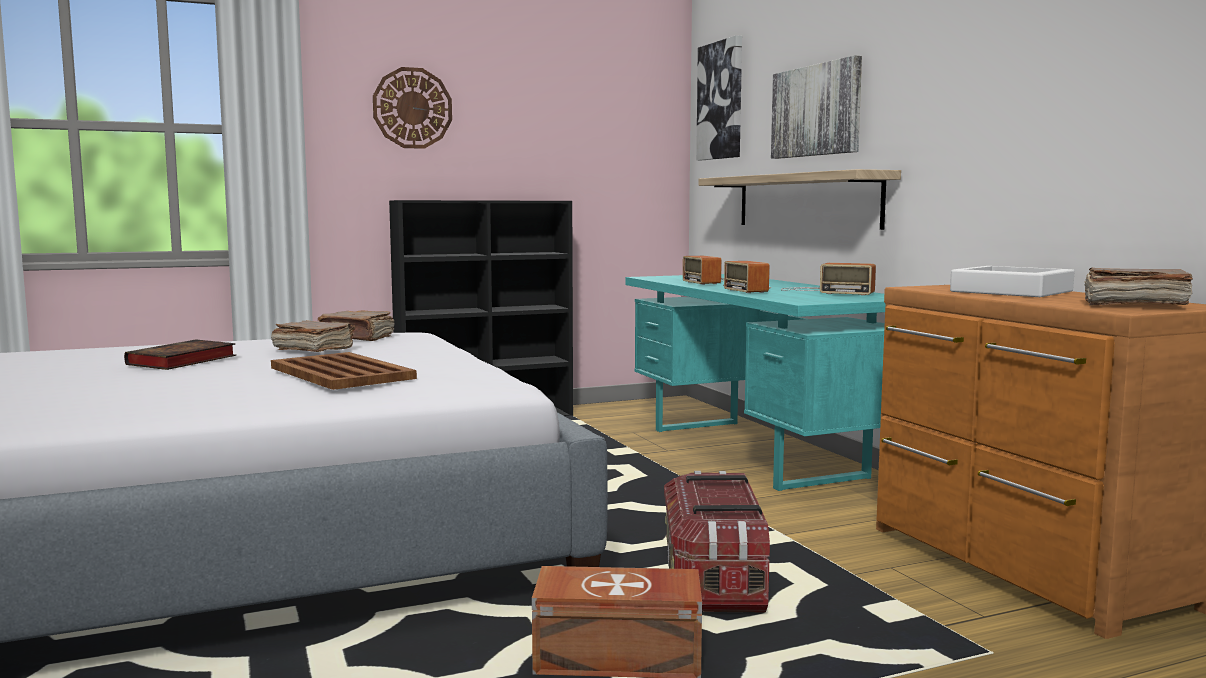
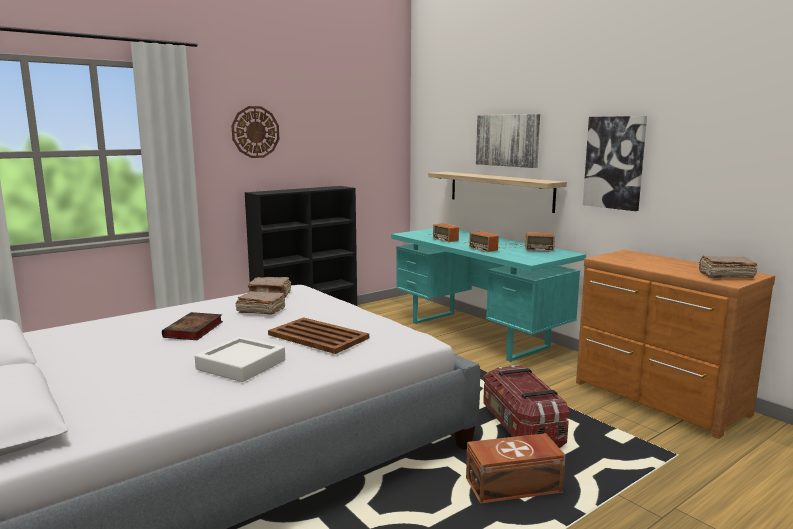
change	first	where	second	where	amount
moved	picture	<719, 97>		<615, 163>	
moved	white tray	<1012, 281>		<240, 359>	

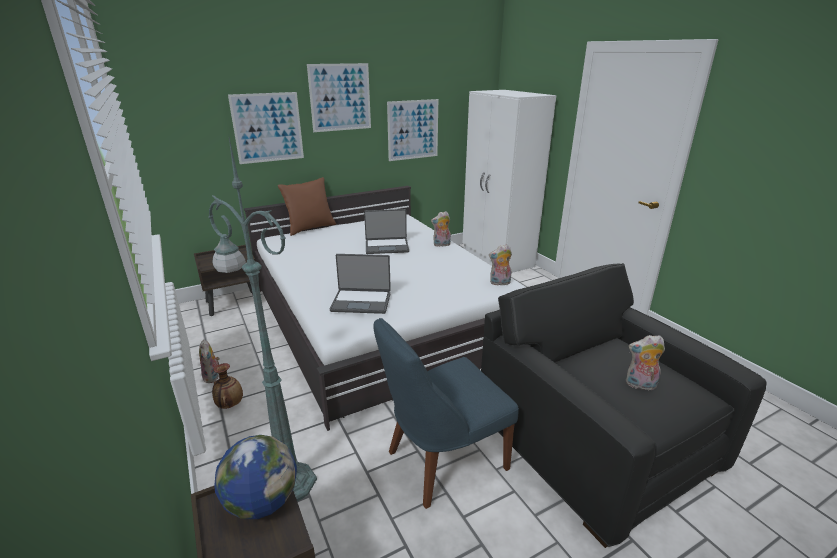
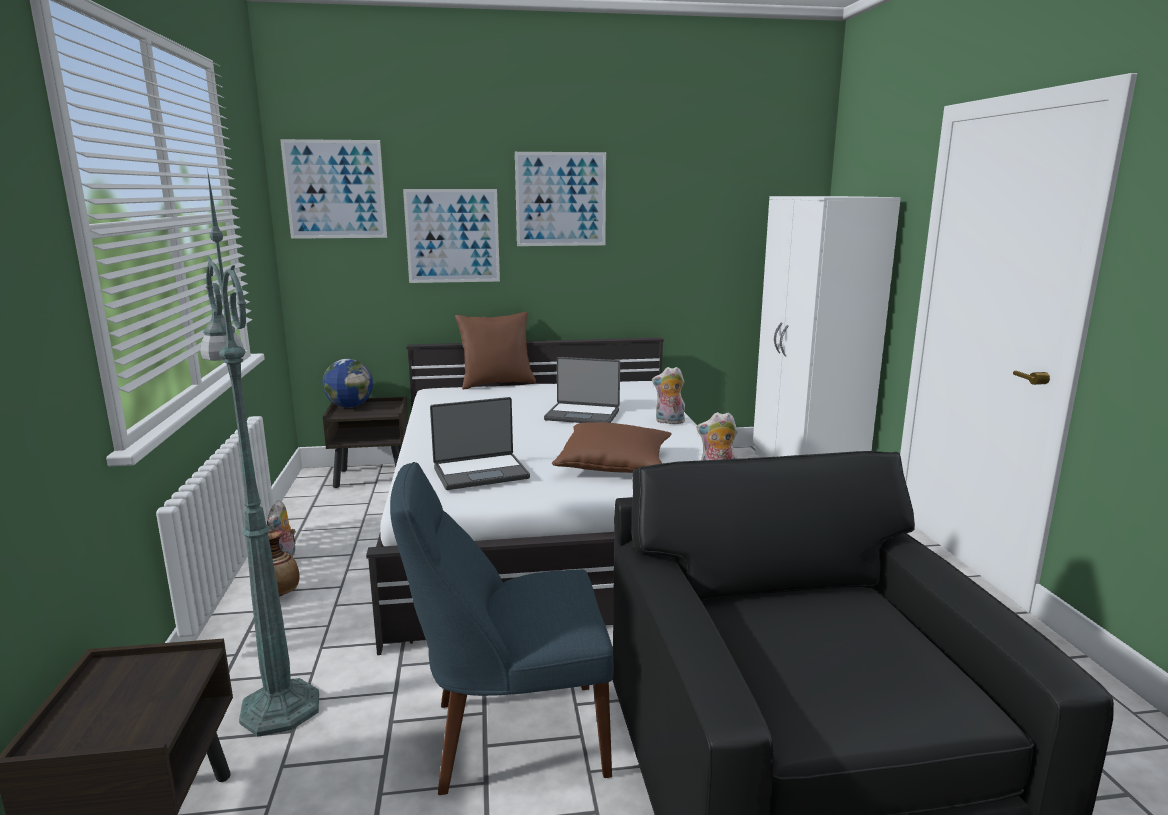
change	first	where	second	where	amount
removed	soft toy	<645, 362>			
added			brown-coloured throw pillow	<612, 447>	
moved	world globe	<255, 477>		<348, 383>	
moved	picture	<412, 130>		<333, 189>	
turned	laptop	<360, 284>		<480, 443>	45 degrees counterclockwise

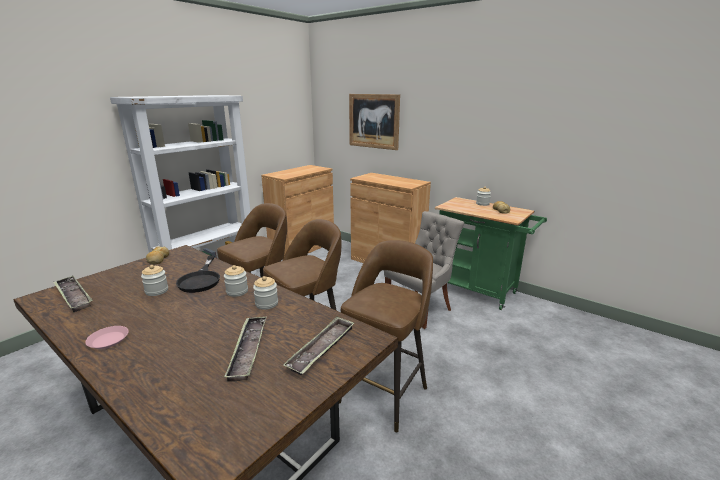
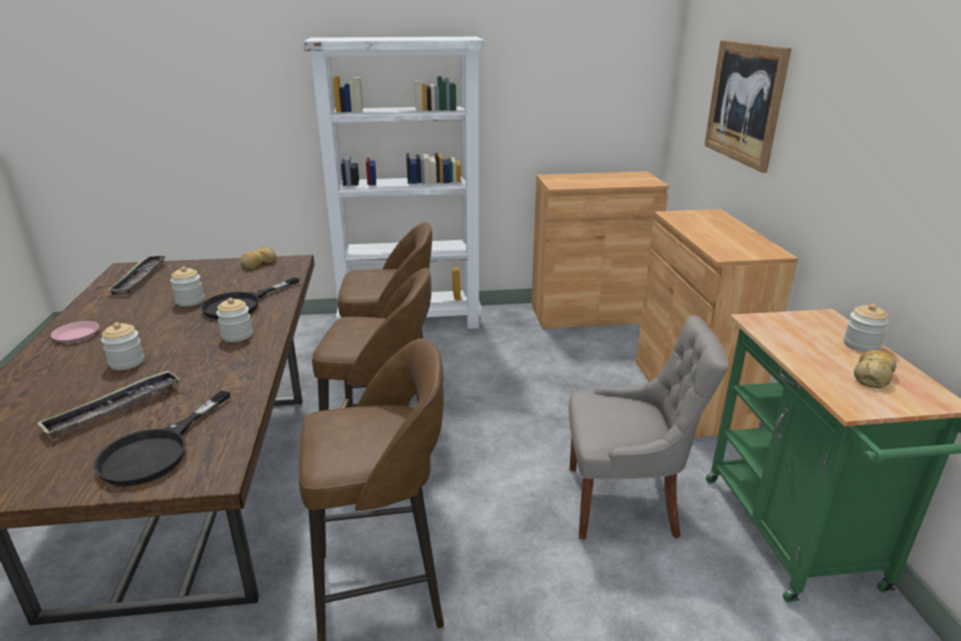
change	first	where	second	where	amount
moved	jar	<265, 293>		<122, 346>	
replaced	tray	<318, 345>	black-coloured skillet	<162, 438>	

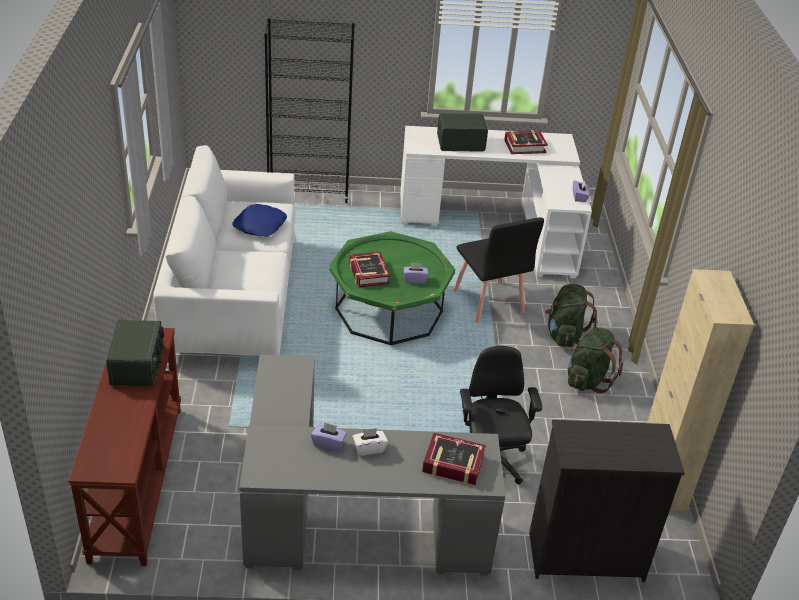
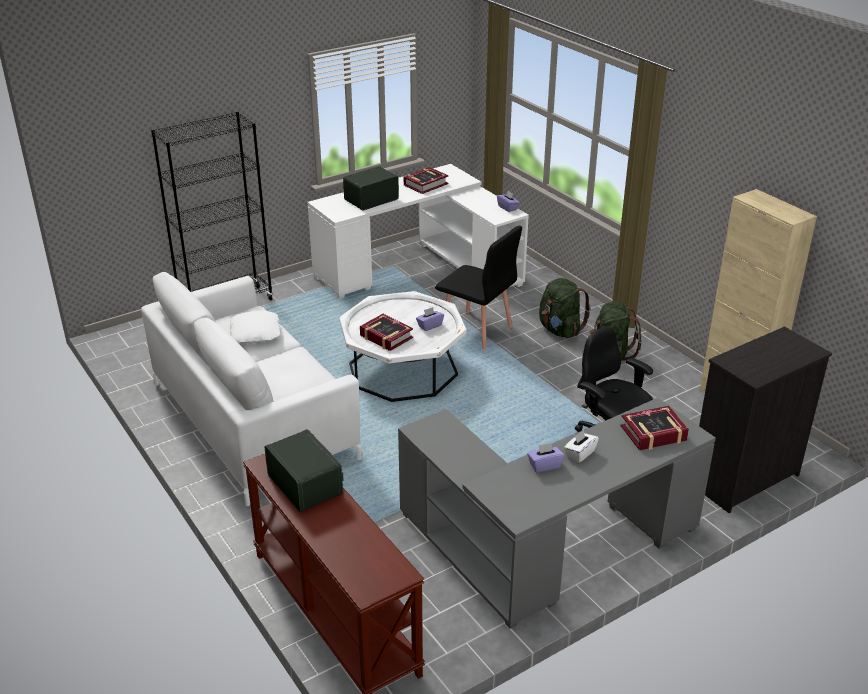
change	first	where	second	where	amount
recoloured	blue throw pillow	<259, 220>	white throw pillow	<255, 326>	
recoloured	green-coloured low table	<392, 288>	white low table	<403, 346>	

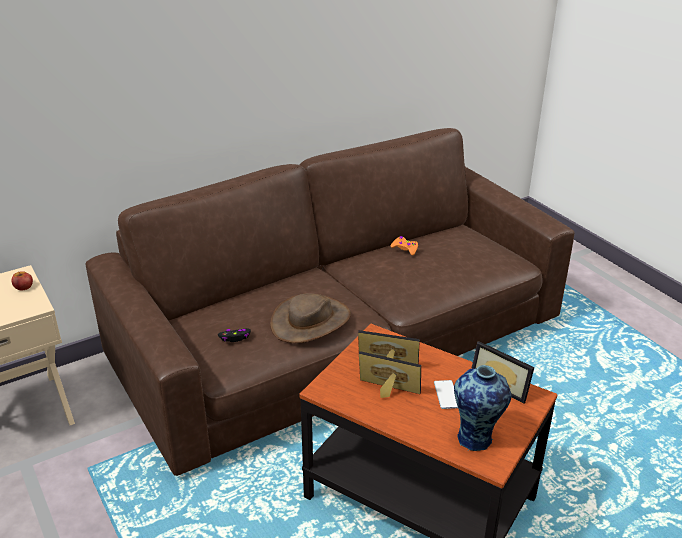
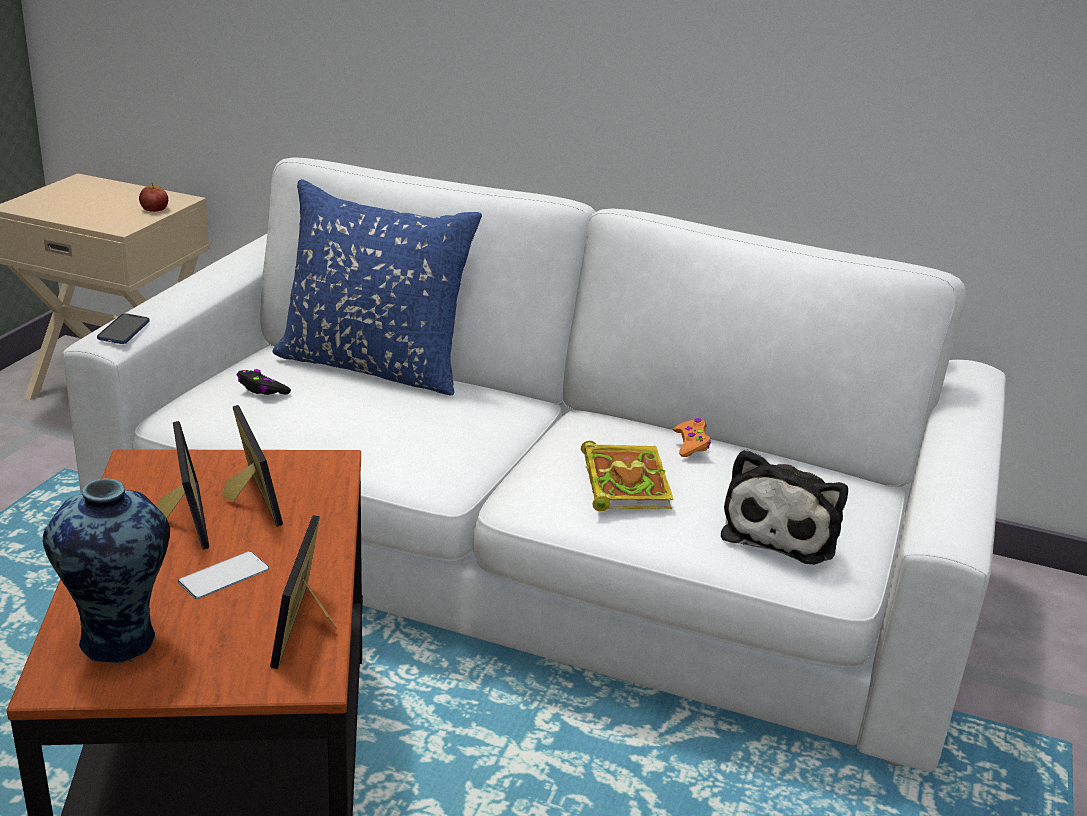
change	first	where	second	where	amount
removed	brown-coloured hat	<310, 318>			
added			handset	<123, 328>	
added			blue throw pillow	<377, 287>	
added			bound book	<627, 476>	
added			soft toy	<784, 506>	
recoloured	brown-coloured settee	<330, 302>	white settee	<534, 464>	

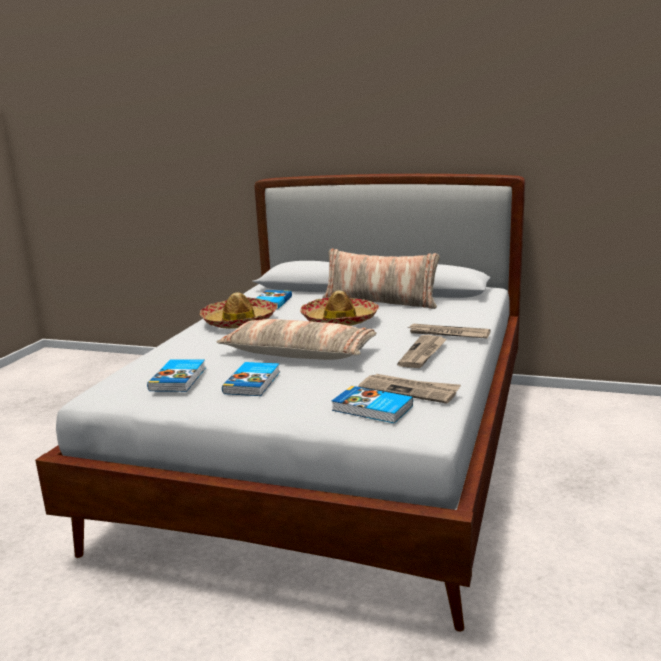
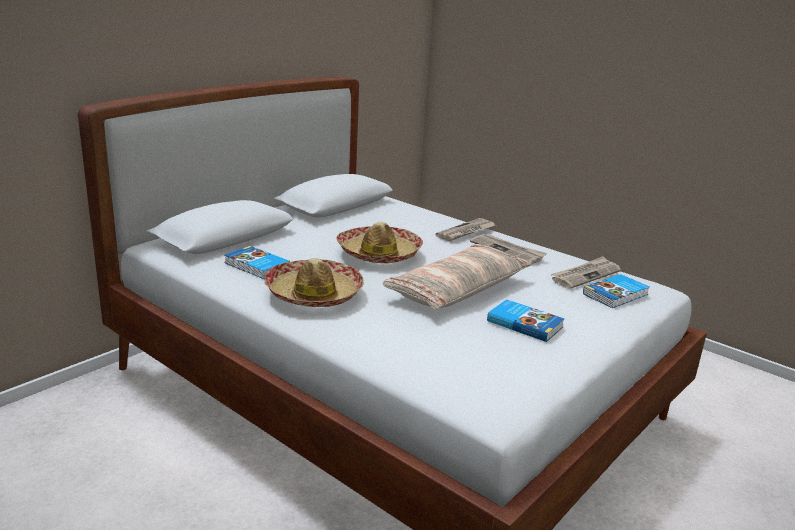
change	first	where	second	where	amount
removed	bound book	<176, 375>			
removed	throw pillow	<381, 278>			

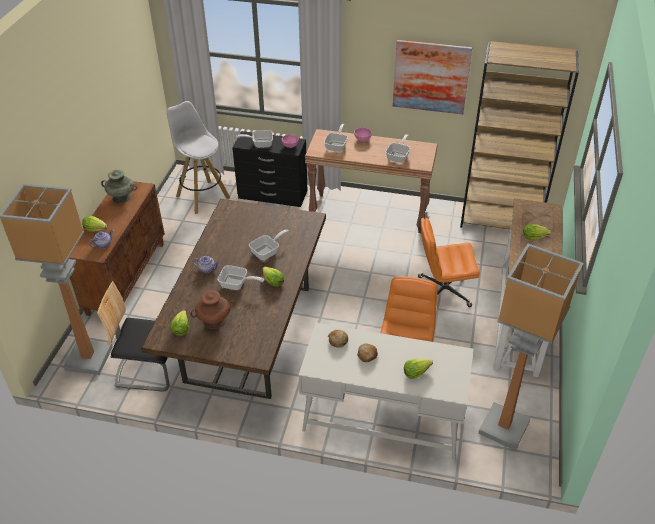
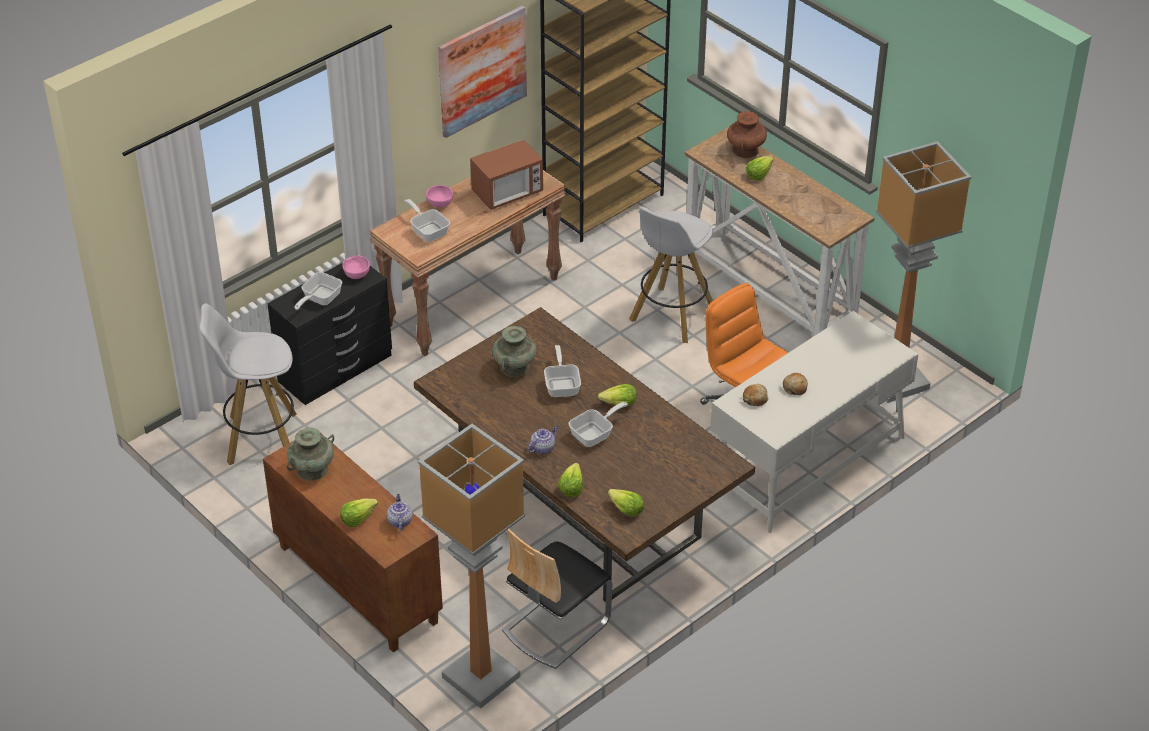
change	first	where	second	where	amount
added			blue-green vase	<514, 351>	
moved	brown-coloured vase	<212, 310>		<747, 134>	
moved	lettuce head	<418, 368>		<570, 480>	
replaced	skillet	<398, 148>	microwave oven	<506, 174>	
replaced	orange-coloured desk chair	<448, 262>	white stool	<671, 275>	

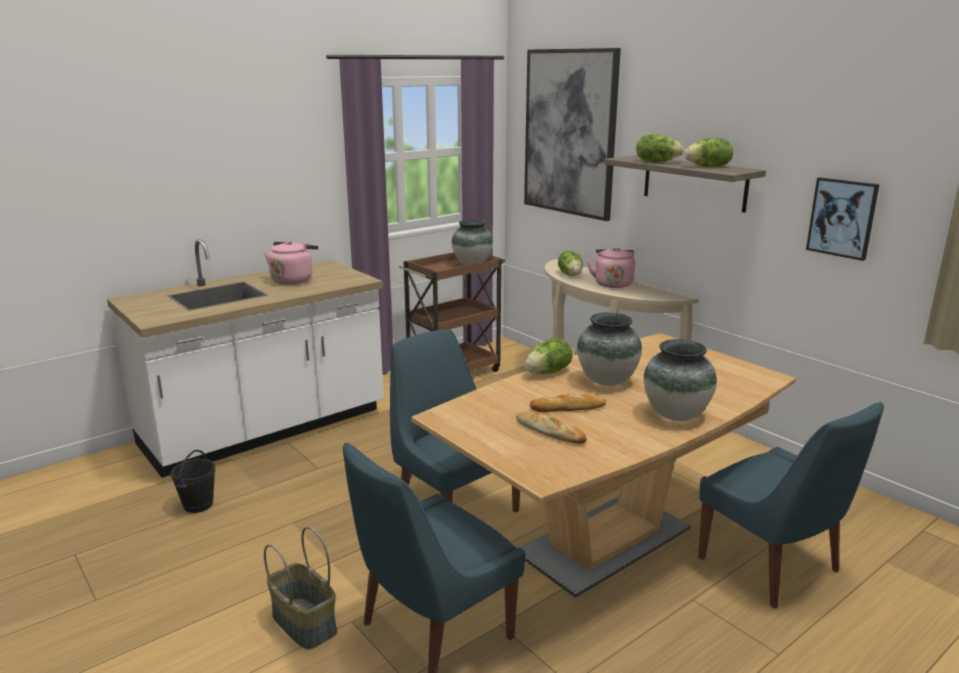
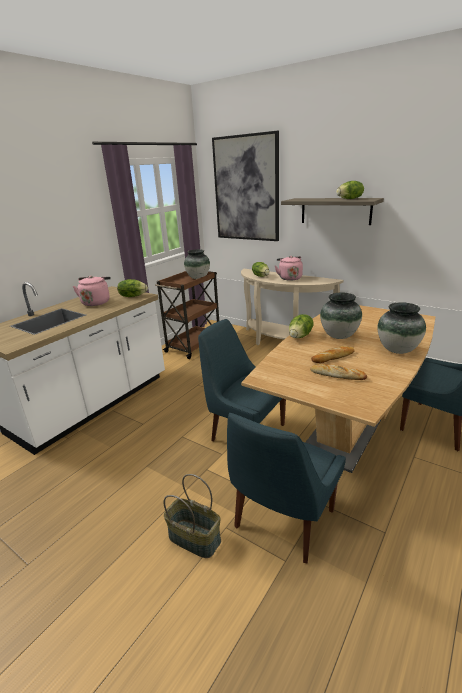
change	first	where	second	where	amount
removed	black-coloured bucket	<193, 481>			
removed	picture	<843, 219>			
moved	lettuce head	<660, 148>		<132, 288>	

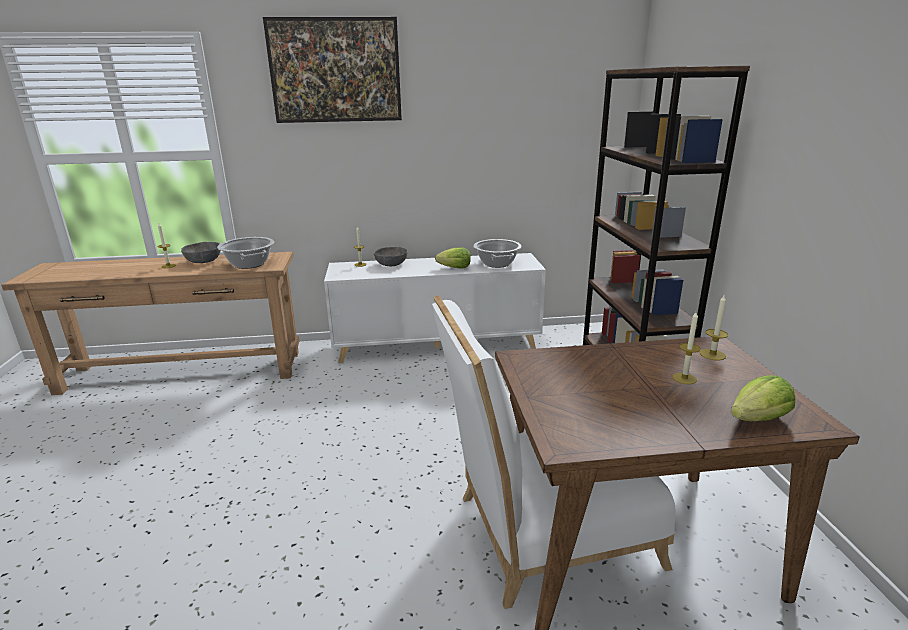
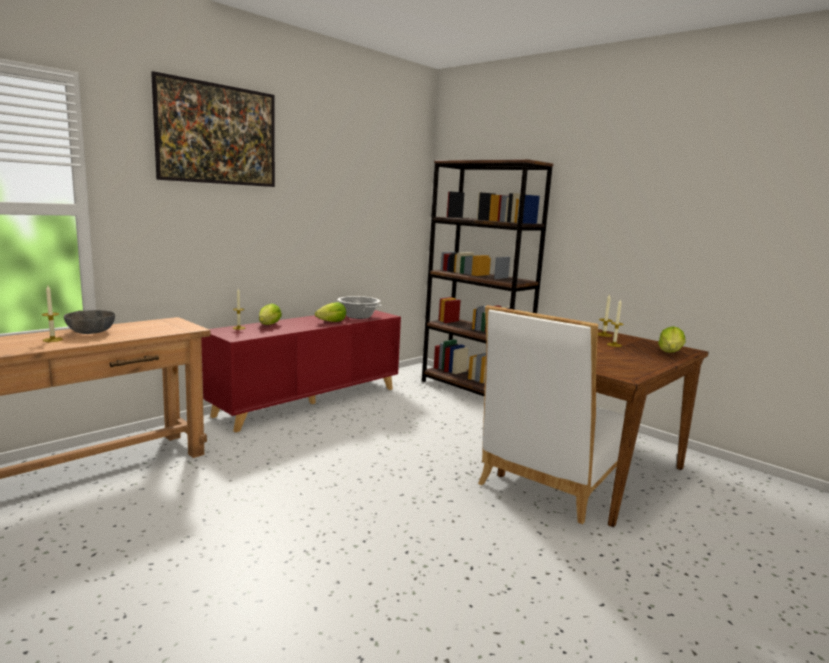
change	first	where	second	where	amount
removed	saucepot	<245, 253>			
replaced	gray serving bowl	<391, 256>	lettuce head	<270, 314>	
recoloured	white storage cabinet	<435, 308>	reddish storage cabinet	<301, 371>	

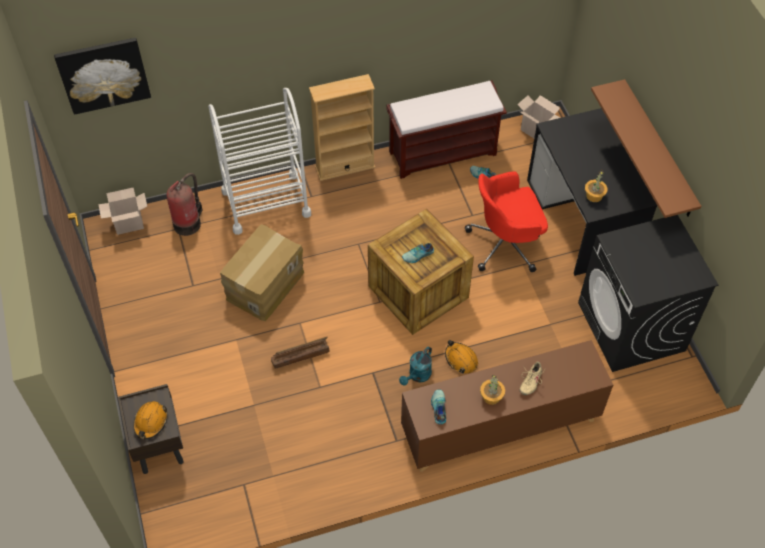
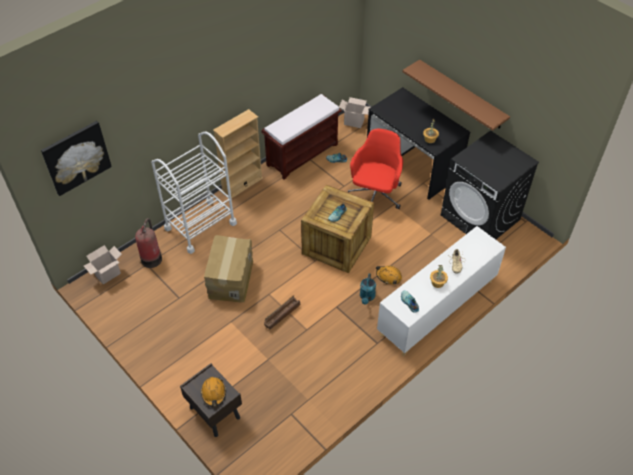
change	first	where	second	where	amount
recoloured	brown-coloured storage cabinet	<507, 406>	white storage cabinet	<441, 291>	
turned	reddish desk chair	<506, 221>		<375, 169>	150 degrees clockwise

